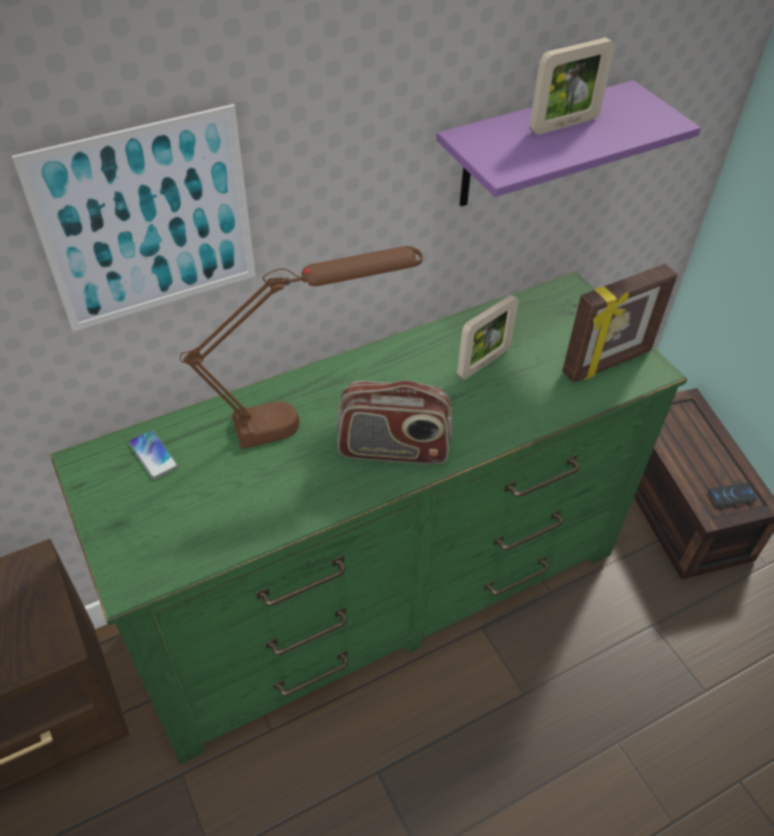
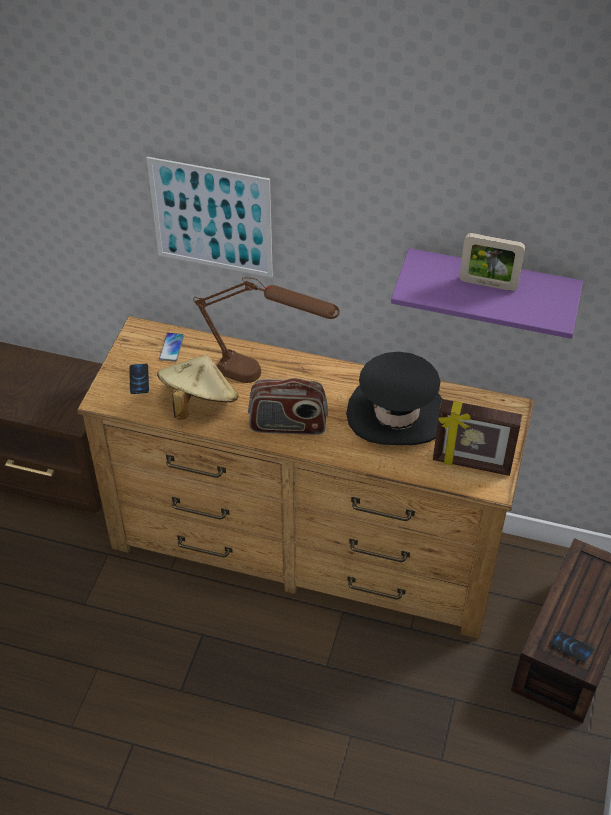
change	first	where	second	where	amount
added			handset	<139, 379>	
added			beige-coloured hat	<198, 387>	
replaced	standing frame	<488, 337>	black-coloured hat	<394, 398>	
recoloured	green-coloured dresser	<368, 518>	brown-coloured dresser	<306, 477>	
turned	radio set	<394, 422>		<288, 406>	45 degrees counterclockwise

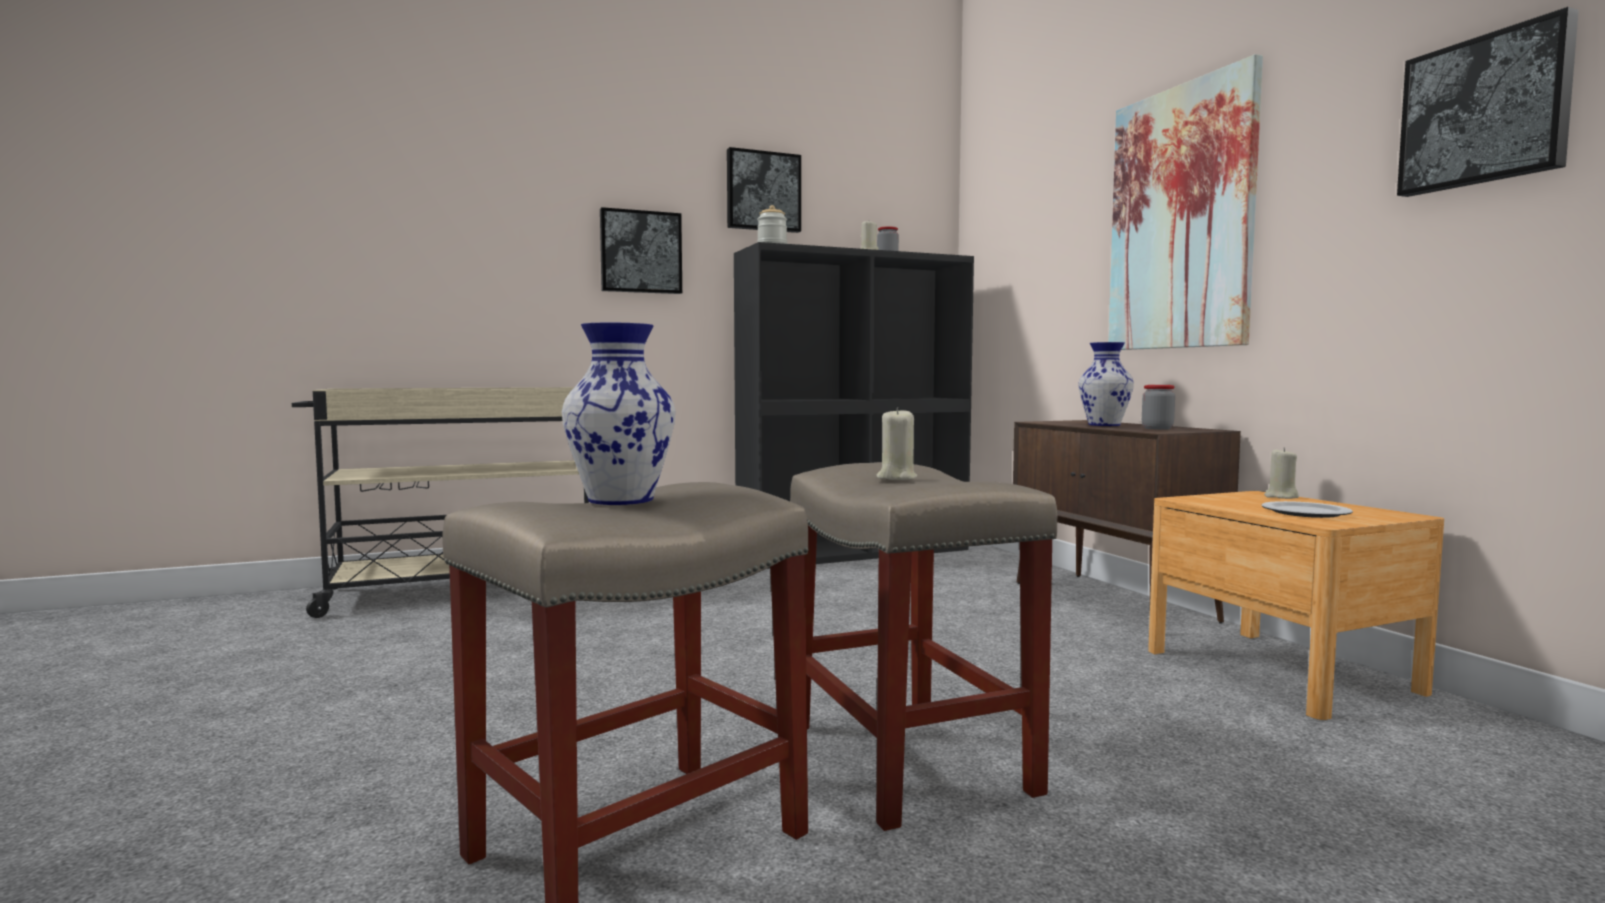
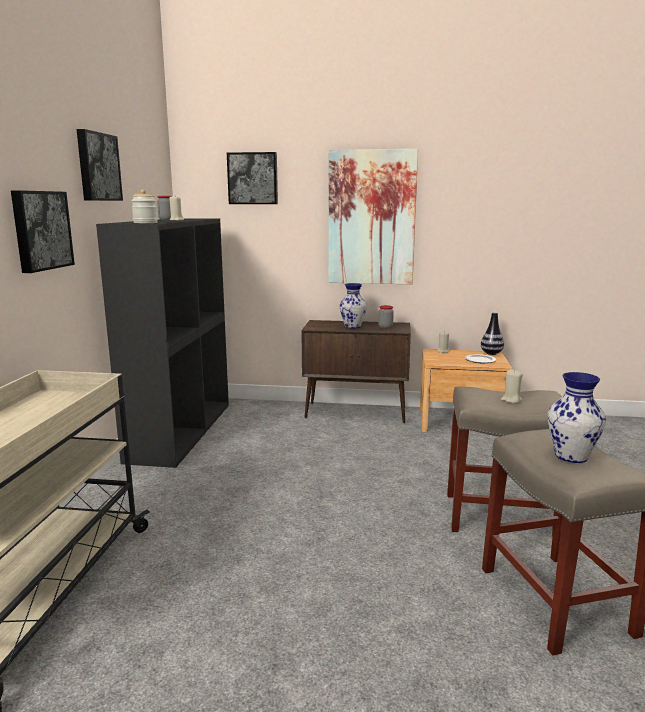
change	first	where	second	where	amount
added			vase	<492, 333>	
moved	picture	<1488, 102>		<252, 178>	

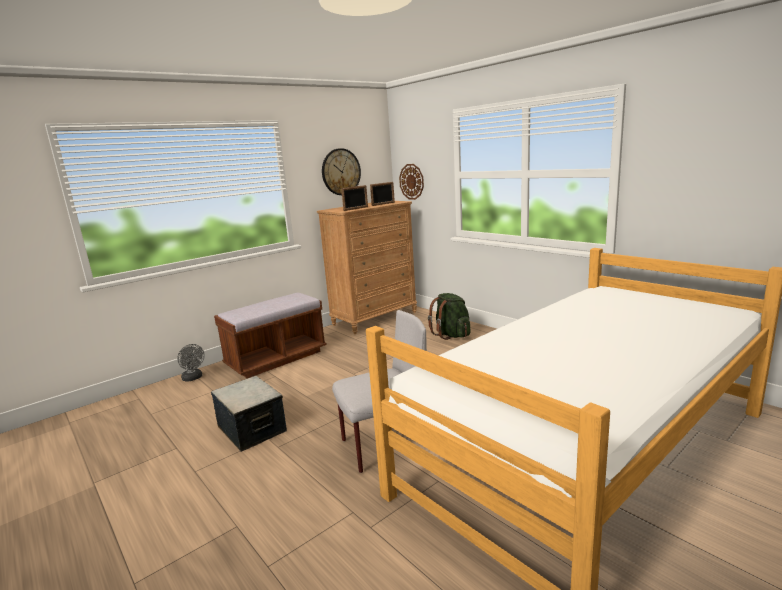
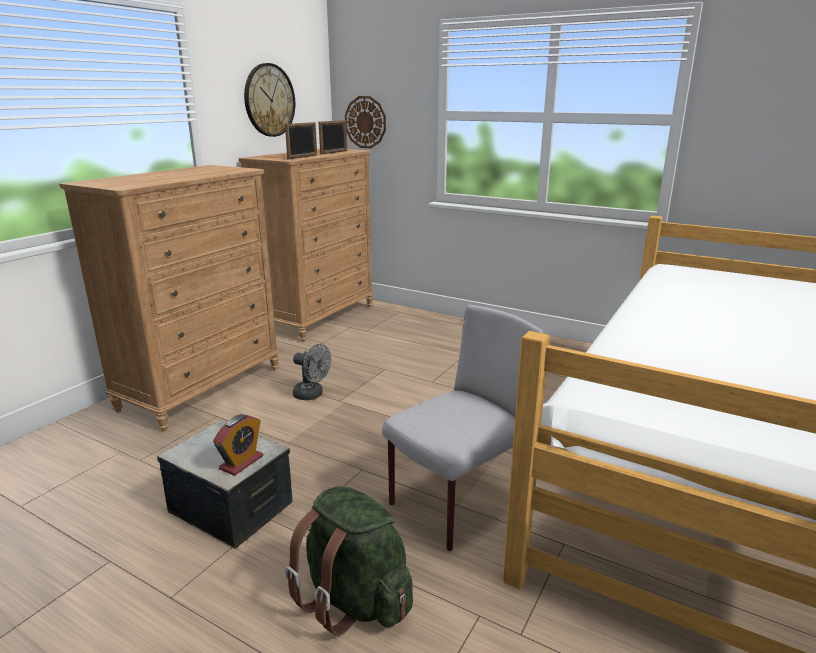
change	first	where	second	where	amount
added			bedside clock	<238, 445>	
moved	gray cooling fan	<191, 363>		<312, 372>	
moved	green-coloured backpack	<449, 316>		<349, 561>	
replaced	brown-coloured indoor bench	<270, 335>	brown-coloured dresser	<169, 298>	

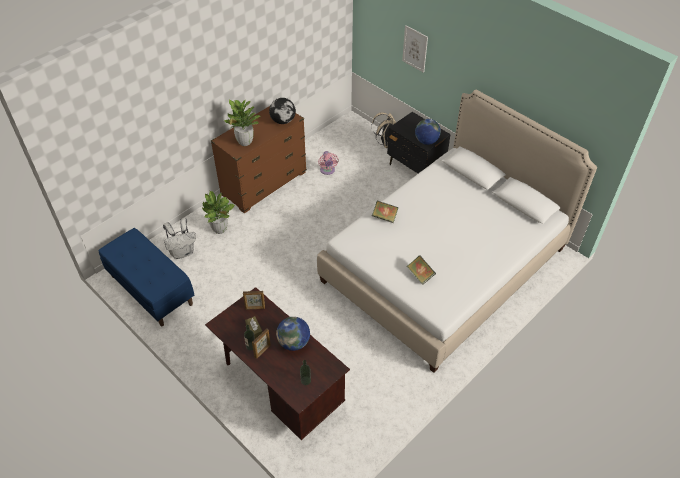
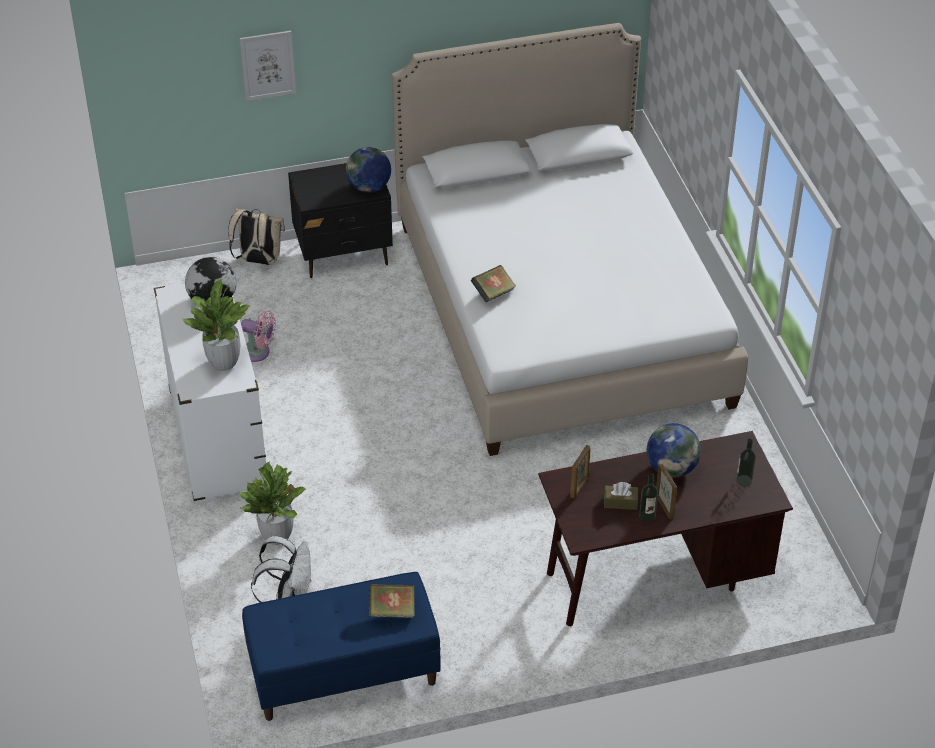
change	first	where	second	where	amount
moved	bound book	<421, 269>		<392, 601>	
recoloured	brown-coloured dresser	<259, 160>	white dresser	<210, 394>	

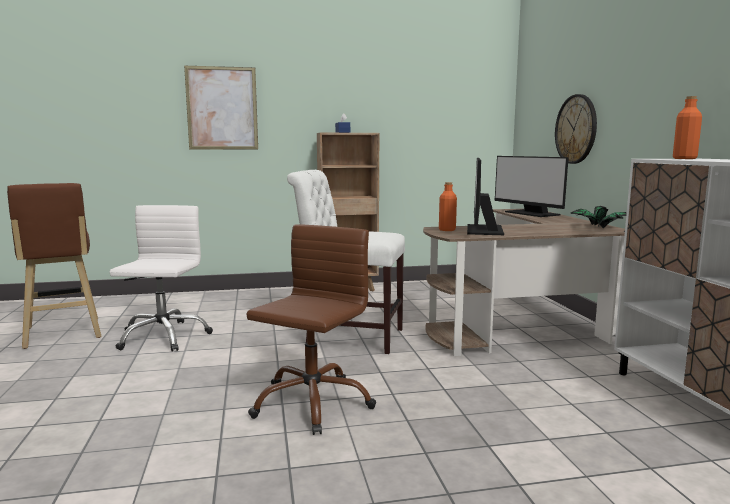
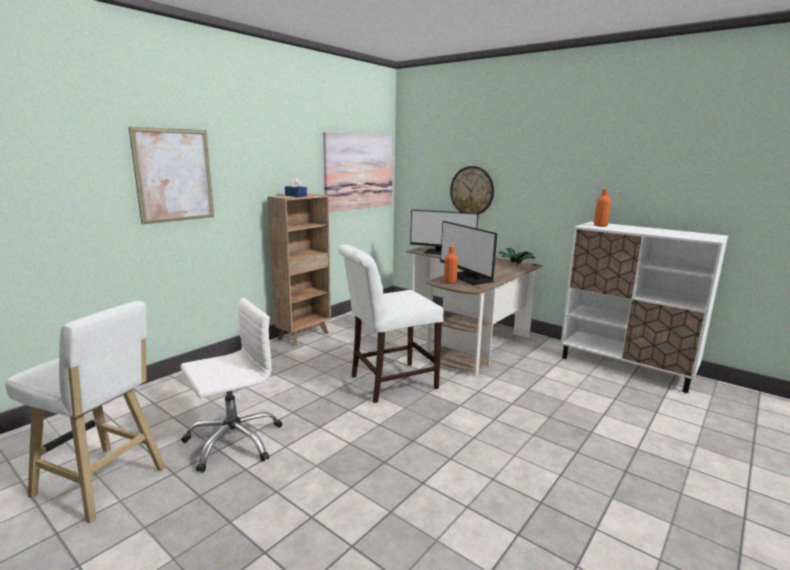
change	first	where	second	where	amount
removed	brown-coloured desk chair	<311, 329>			
added			picture	<358, 172>	
recoloured	brown-coloured stool	<54, 266>	white stool	<85, 412>	
turned	white desk chair	<161, 278>		<232, 385>	90 degrees clockwise

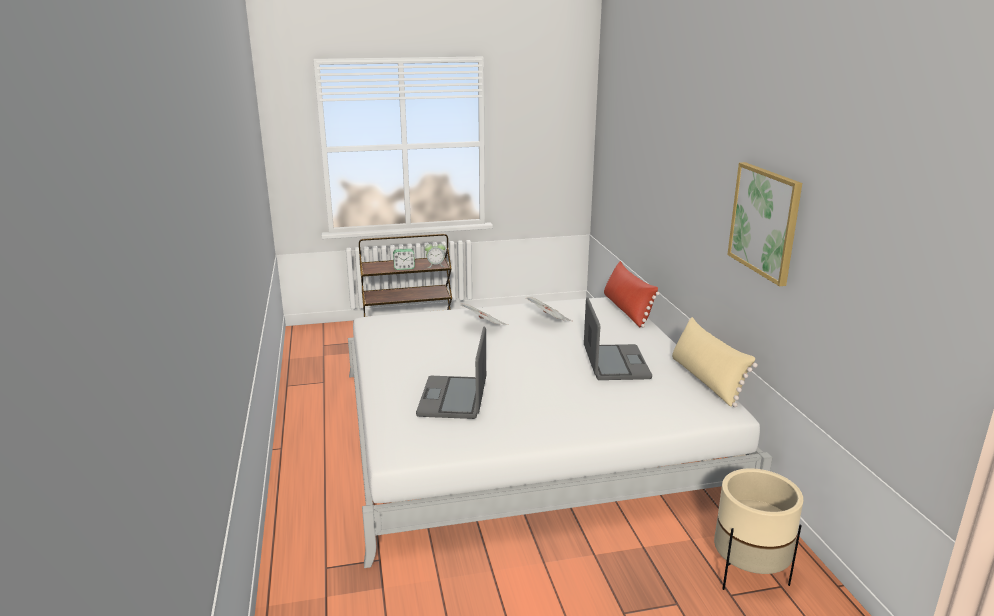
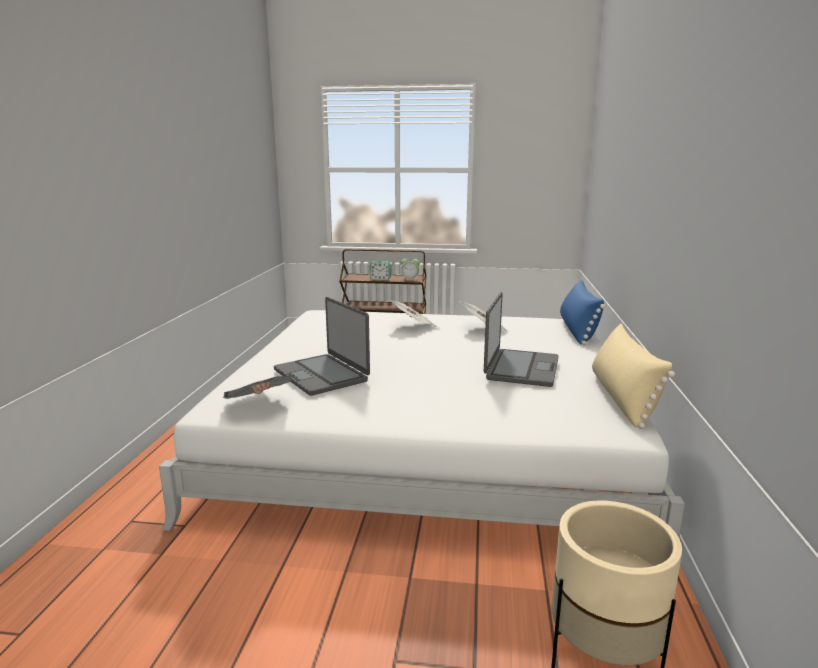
change	first	where	second	where	amount
removed	picture	<764, 224>			
added			printed paper	<257, 387>	
recoloured	reddish throw pillow	<632, 294>	blue throw pillow	<582, 312>	
turned	laptop	<451, 373>		<322, 346>	60 degrees counterclockwise

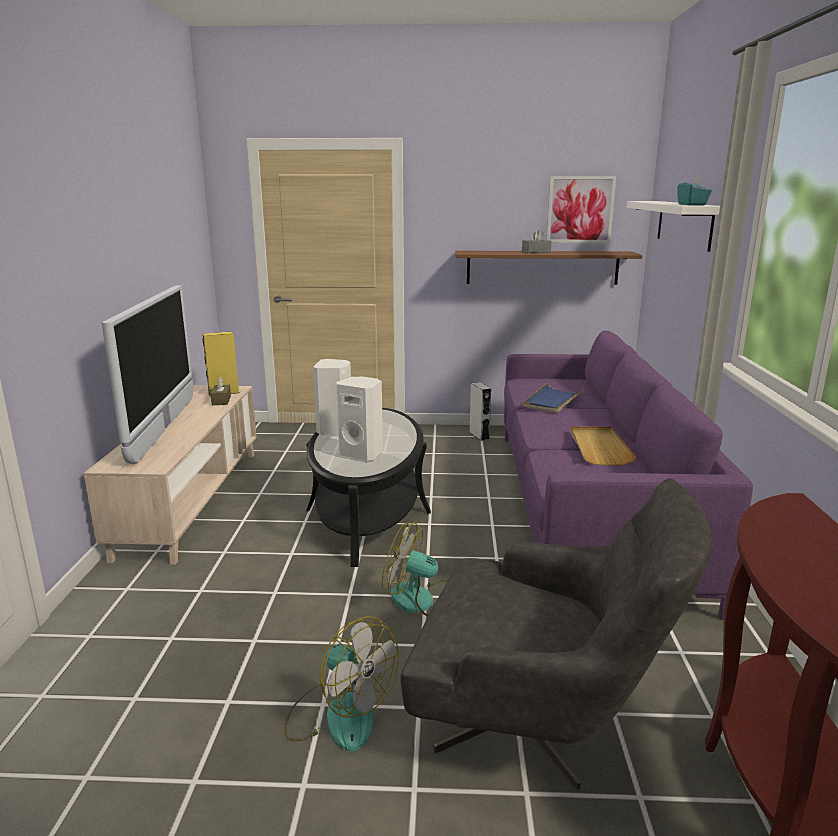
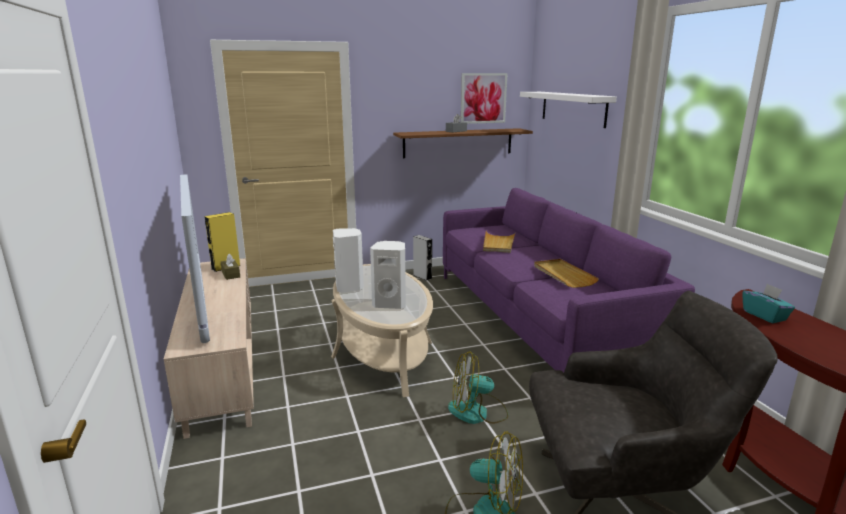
change	first	where	second	where	amount
moved	blue-green box of tissues	<694, 190>		<768, 303>	
recoloured	black-coloured low table	<368, 487>	beige-coloured low table	<382, 330>	
recoloured	blue tray	<554, 398>	beige-coloured tray	<499, 242>	

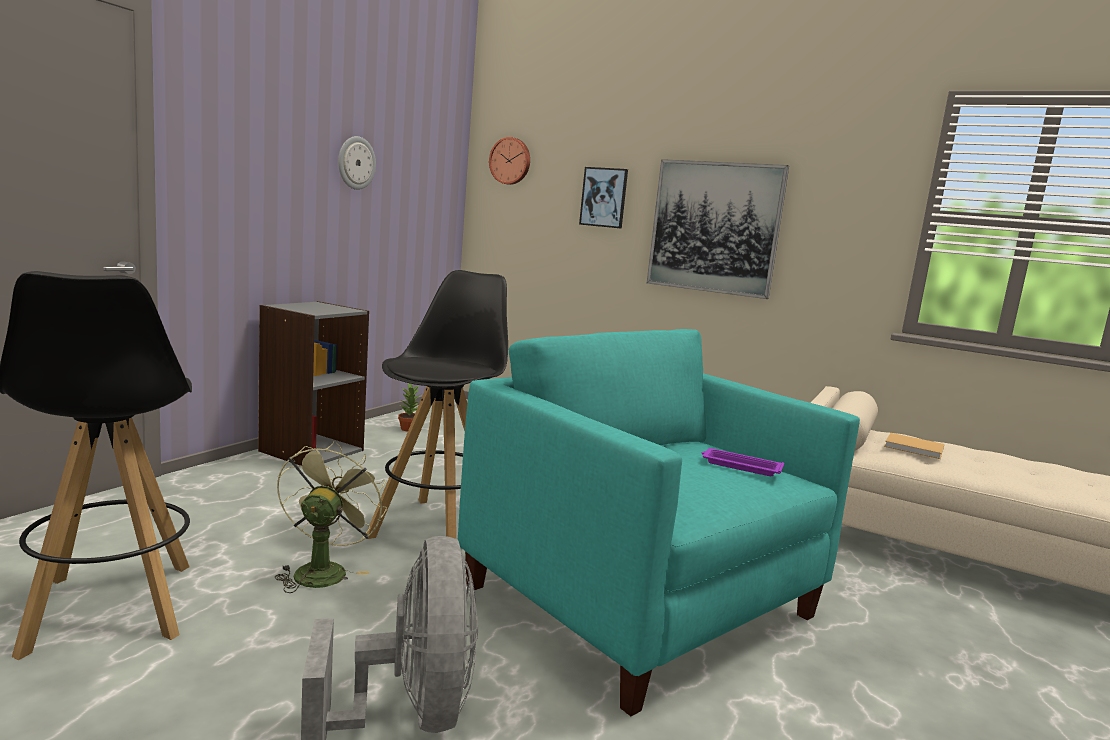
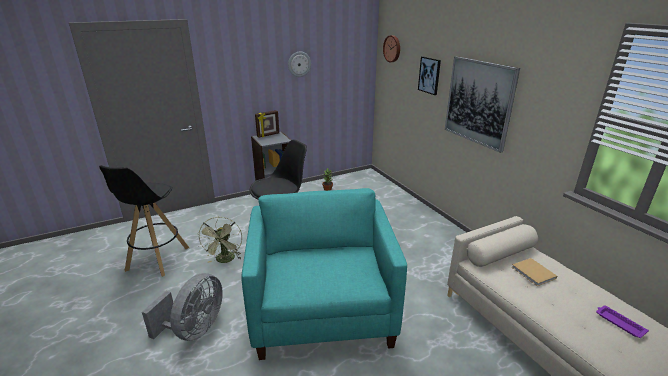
change	first	where	second	where	amount
added			standing frame	<267, 123>	
moved	purple tray	<743, 462>		<622, 321>	
turned	green-coloured cooling fan	<331, 517>		<220, 240>	135 degrees clockwise

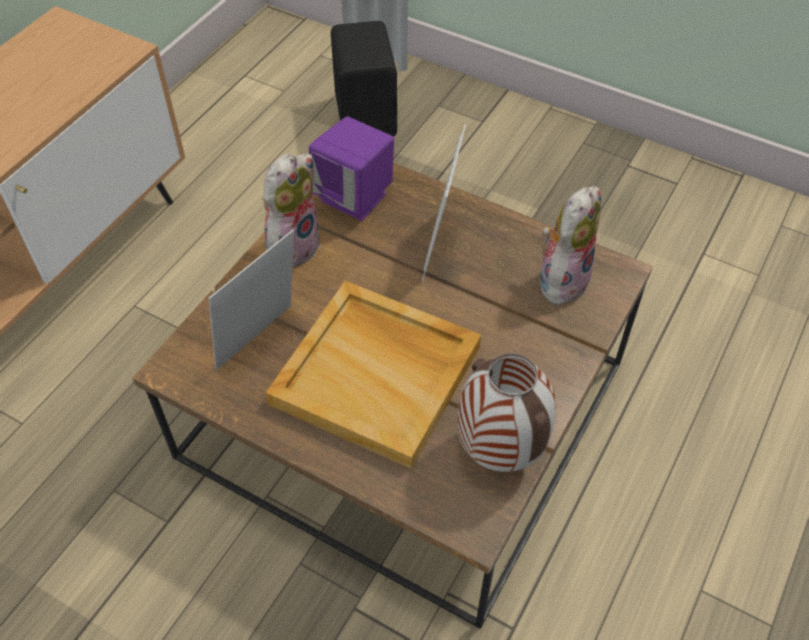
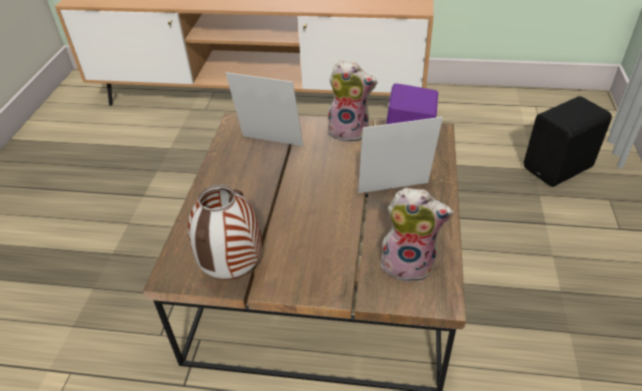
change	first	where	second	where	amount
removed	beige-coloured tray	<373, 375>			

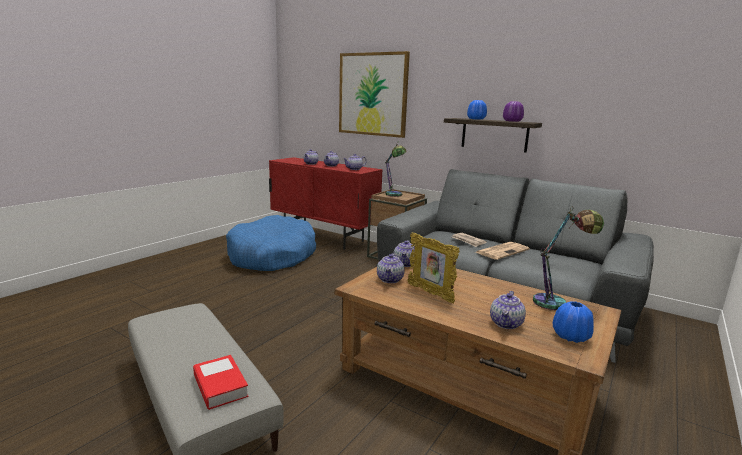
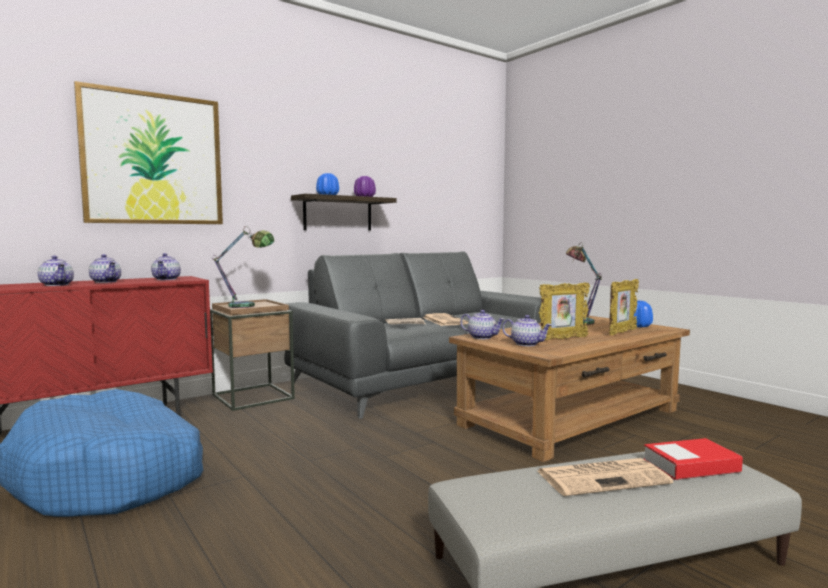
change	first	where	second	where	amount
added			printed paper	<605, 477>	
replaced	teapot	<508, 310>	standing frame	<624, 307>	

